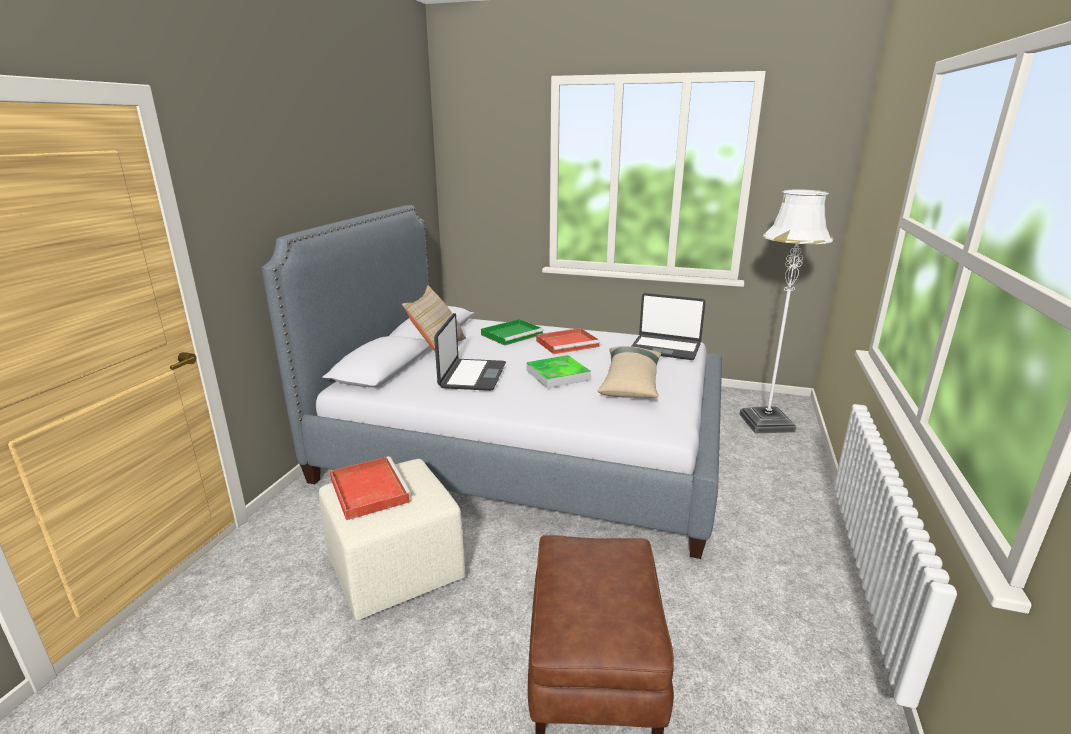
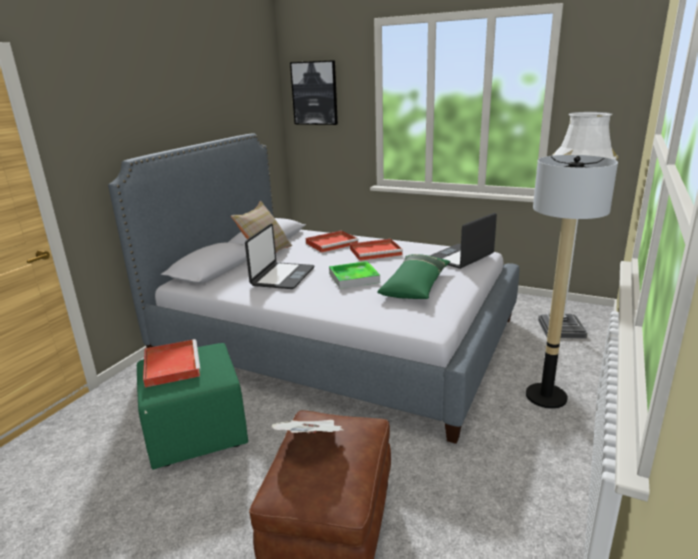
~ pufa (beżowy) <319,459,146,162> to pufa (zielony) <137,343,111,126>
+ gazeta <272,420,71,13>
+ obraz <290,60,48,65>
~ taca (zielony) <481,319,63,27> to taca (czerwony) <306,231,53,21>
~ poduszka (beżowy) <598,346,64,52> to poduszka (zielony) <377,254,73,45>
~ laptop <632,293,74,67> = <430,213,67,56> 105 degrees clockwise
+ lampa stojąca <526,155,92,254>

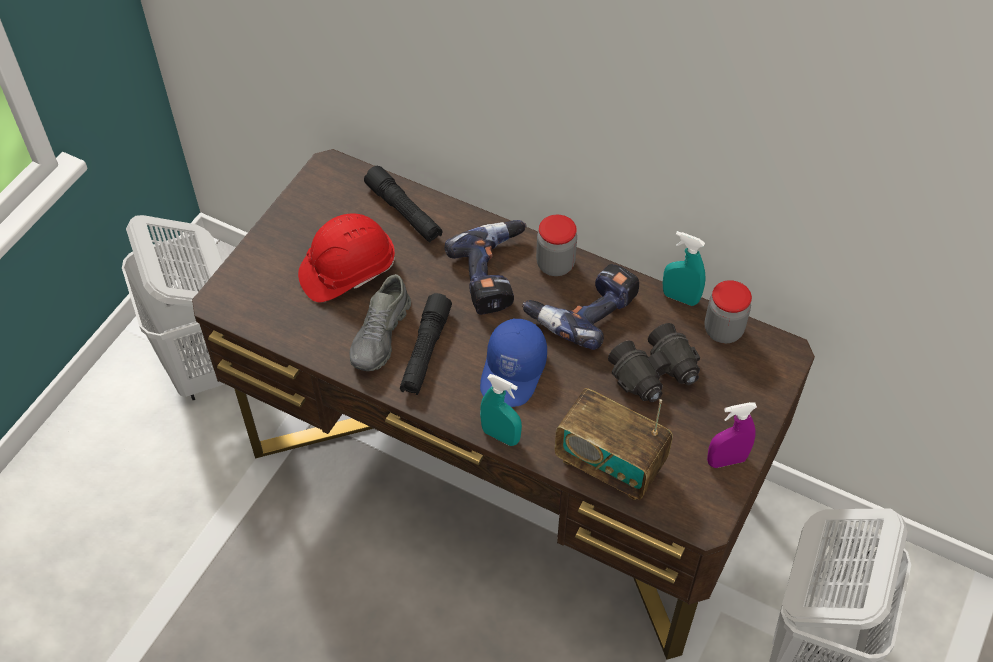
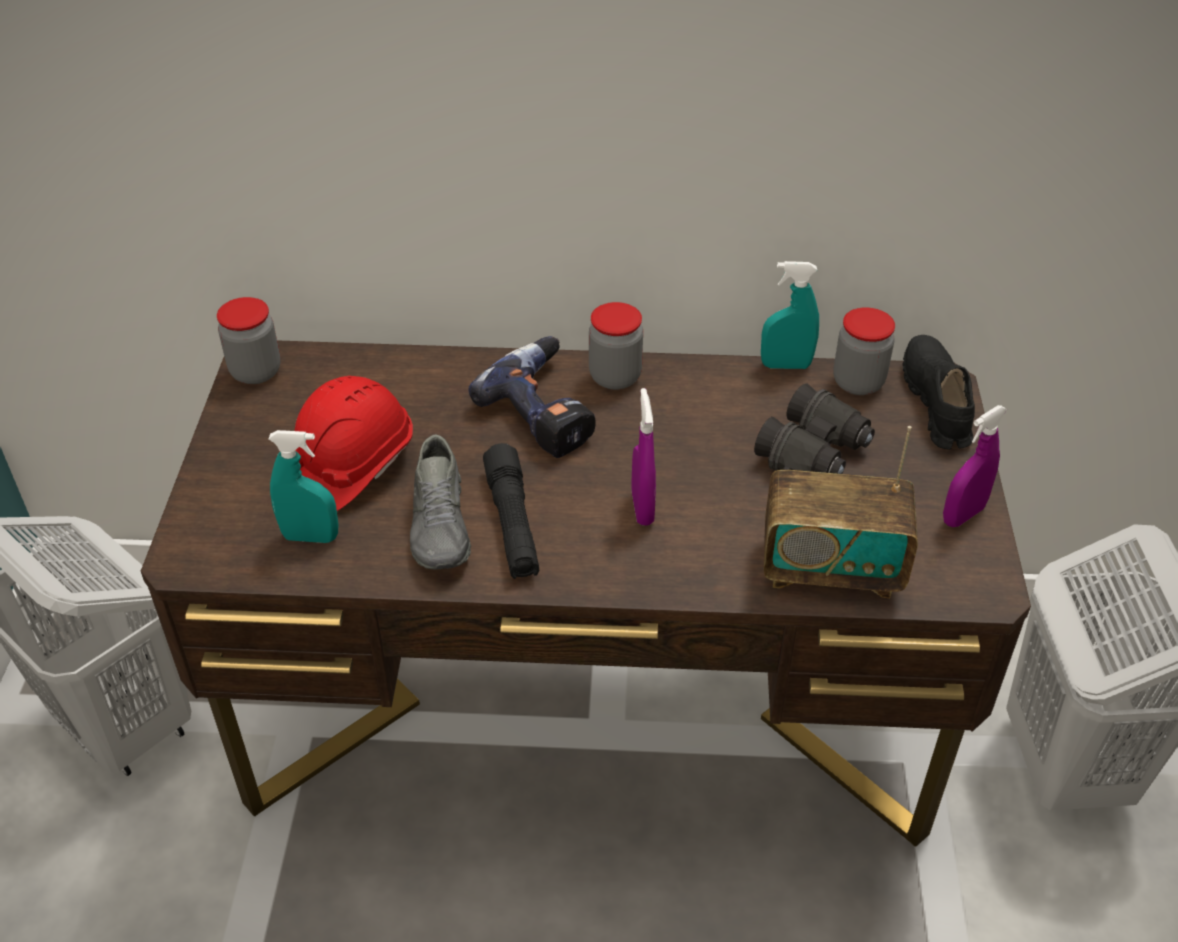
+ słoik <217,297,64,87>
~ spryskiwacz (turkusowy) <480,374,42,72> to <268,430,70,113>
~ czapka z daszkiem (niebieski) <480,318,67,89> to spryskiwacz (fioletowy) <632,388,24,138>
+ but (czarny) <902,335,73,115>
- latarka (czarny) <364,166,79,77>
- wiertarka <522,264,117,86>

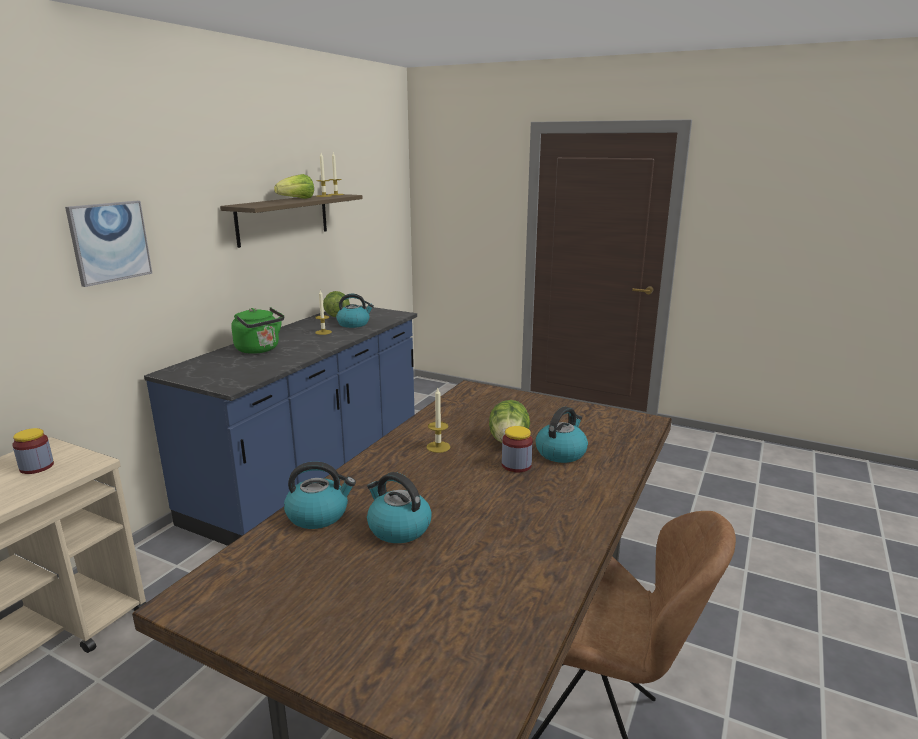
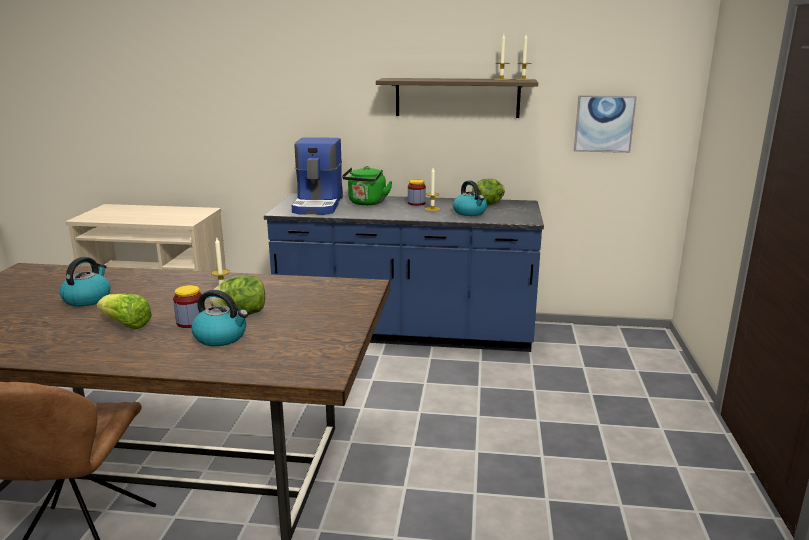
~ sałata <274,174,40,25> to <97,294,55,35>
+ ekspres do kawy <291,137,52,78>
~ słoik <12,428,42,46> to <408,179,18,27>
~ obraz <65,201,87,86> to <574,95,63,58>
- czajnik <284,462,72,67>

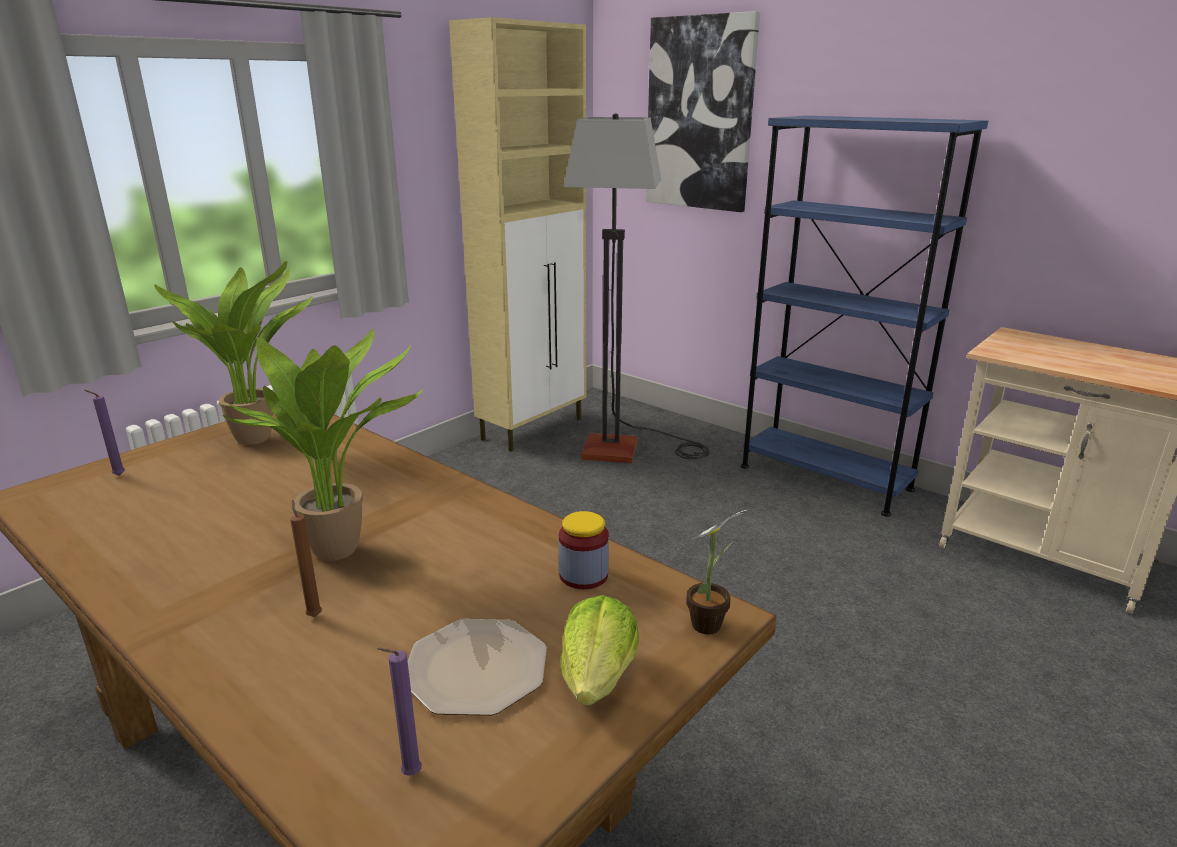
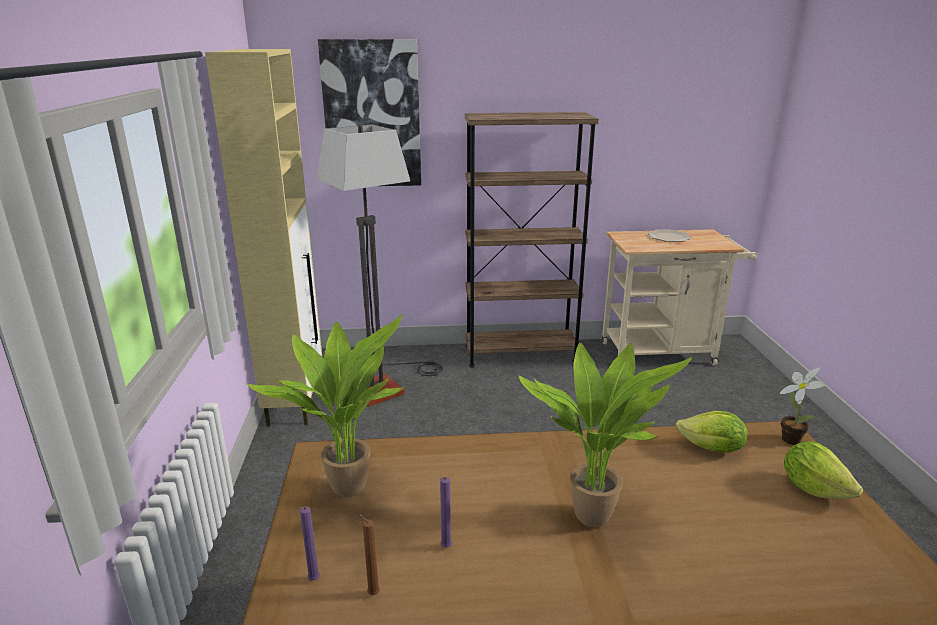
~ świeca (brązowy) <290,500,32,117> to <357,513,23,82>
~ świeca (fioletowy) <377,648,45,128> to <440,477,12,71>
~ regał (niebieski) <741,116,247,401> to regał (brązowy) <465,112,134,255>
~ talerz <408,619,139,97> to <648,230,44,12>
~ słoik <558,511,51,78> to sałata <676,411,72,42>

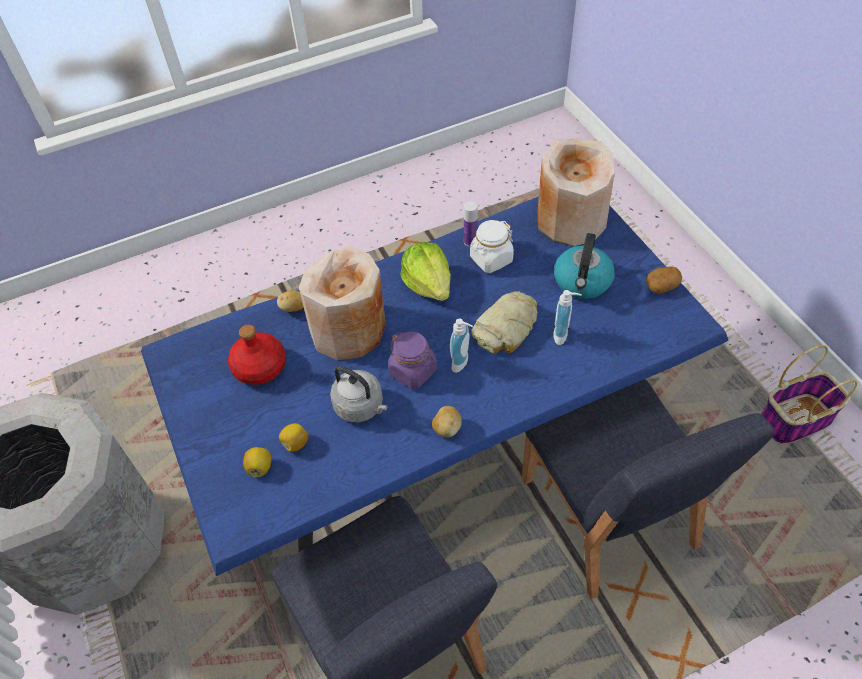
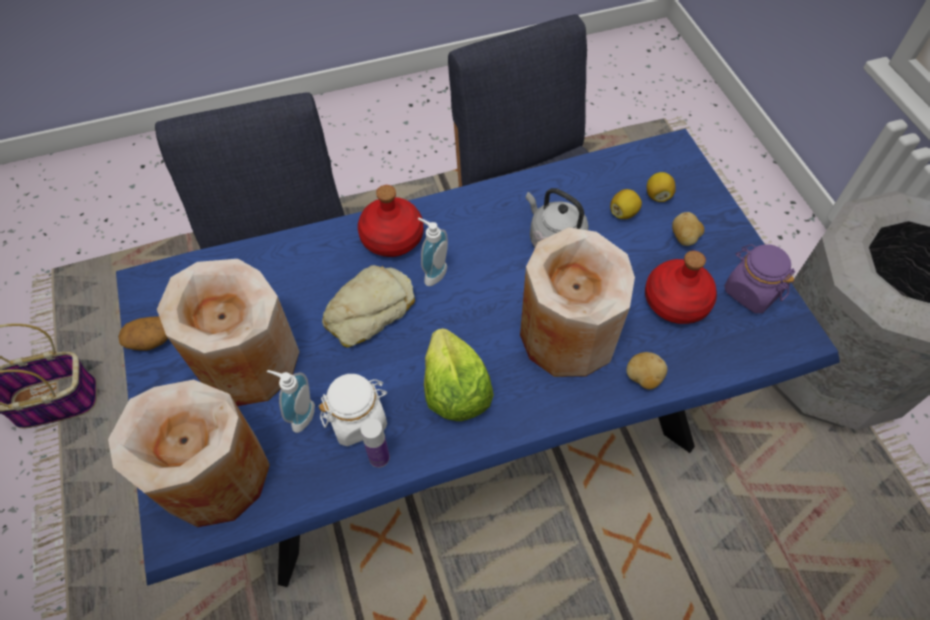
~ czajnik <554,233,61,66> to wazon (beżowy) <157,259,143,147>
~ dozownik mydła <553,290,28,55> to <267,370,48,63>
+ butelka (czerwony) <358,185,65,72>
~ ziemniak <432,406,30,31> to <672,212,32,34>
~ słoik (fioletowy) <388,332,49,57> to <725,244,70,69>

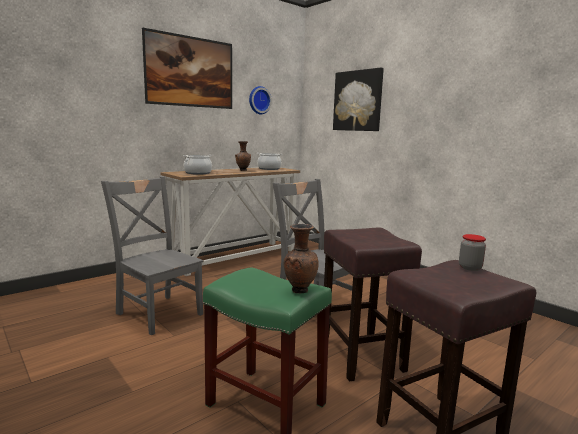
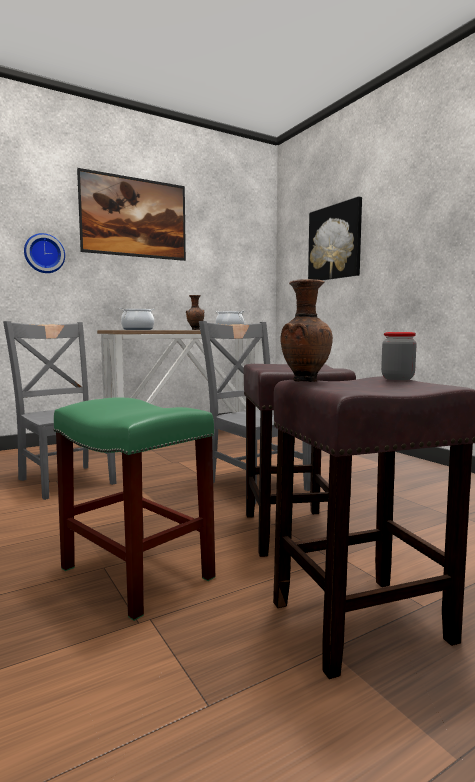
~ zegar ścienny <249,86,23,28> to <24,233,41,40>
~ wazon (brązowy) <284,224,35,69> to <280,279,53,103>

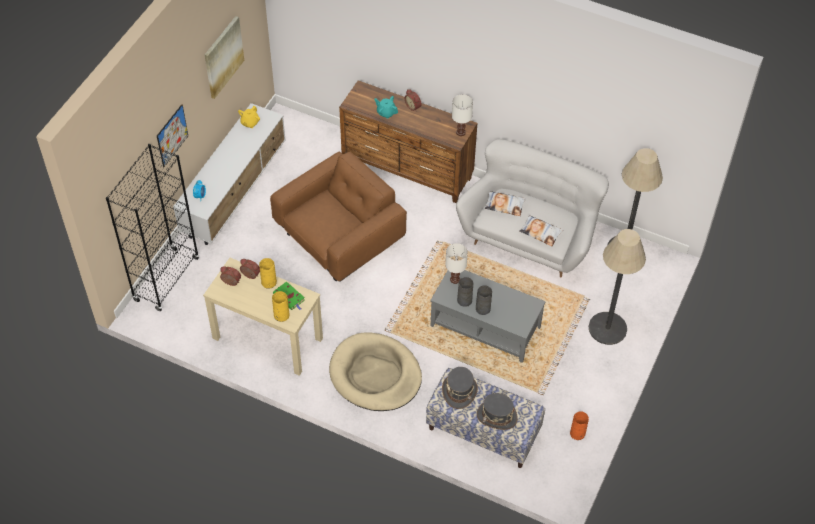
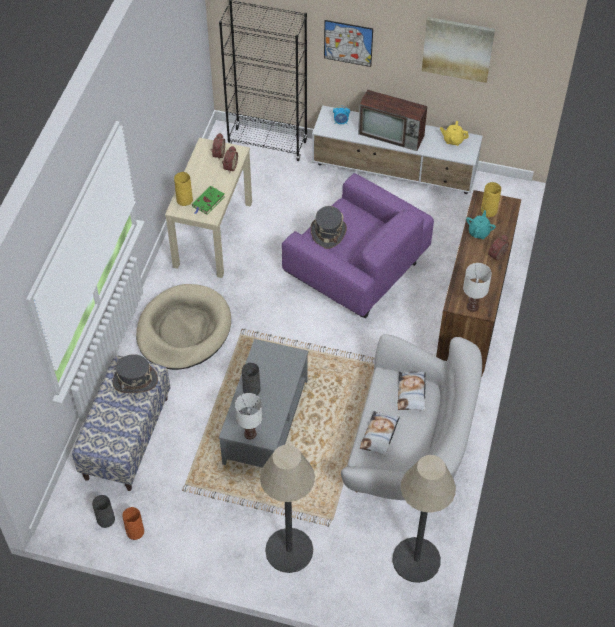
~ wazon (szary) <457,277,16,30> to <92,495,23,33>
~ lampa stołowa (biały) <445,243,23,41> to <235,393,27,46>
~ fotel (brązowy) <270,151,137,131> to fotel (fioletowy) <282,173,152,145>
~ kapelusz (szary) <477,393,41,37> to <310,206,37,43>
+ telewizor <358,89,69,62>
~ wazon (żółty) <259,258,18,31> to <481,182,20,35>

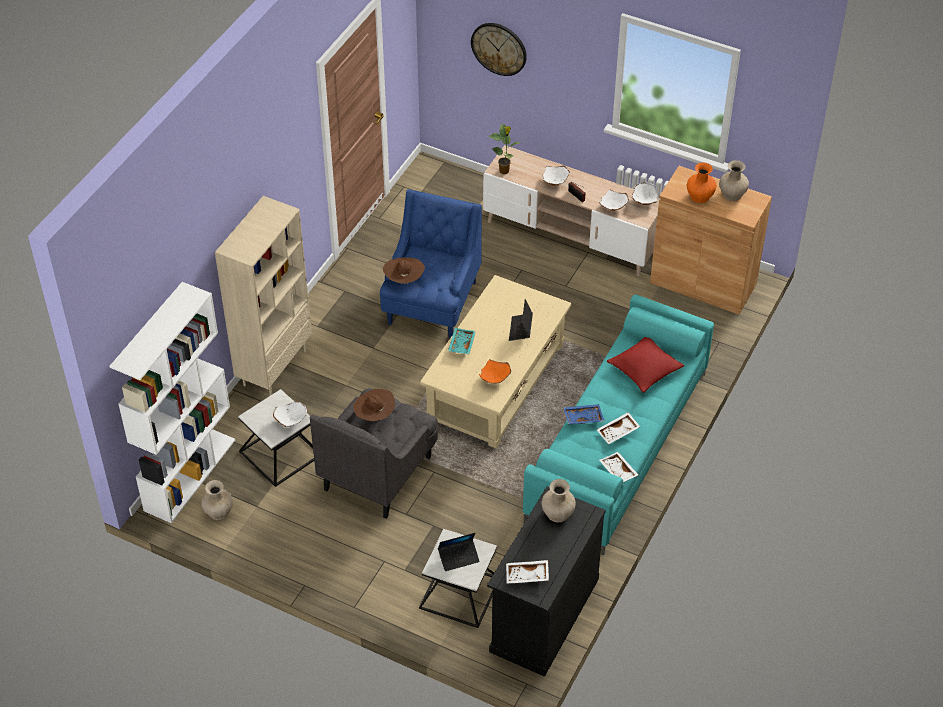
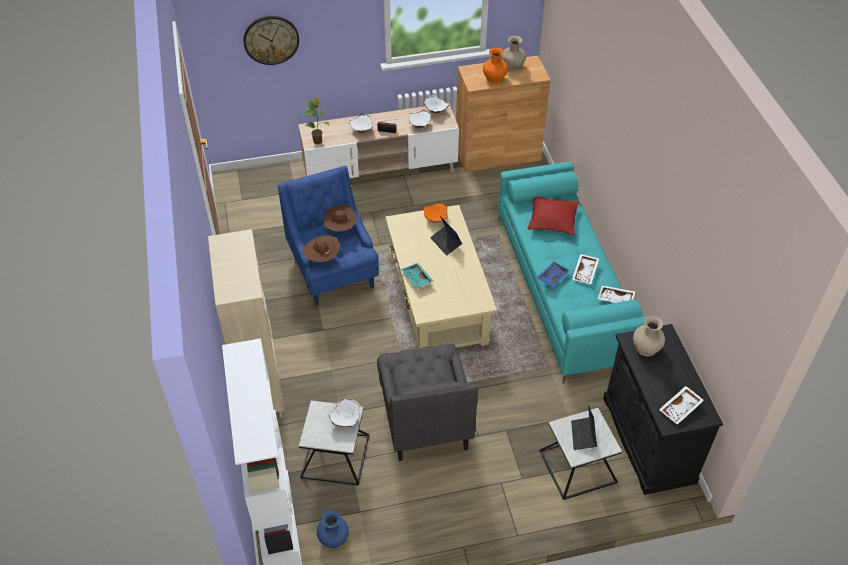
~ wazon (beżowy) <201,480,32,40> to wazon (niebieski) <317,510,32,38>
~ kapelusz (brązowy) <353,389,42,32> to <323,204,33,28>
~ miska (pomarańczowy) <479,359,32,25> to <423,202,24,21>
~ laptop <438,533,42,38> = <571,405,26,45> 150 degrees clockwise

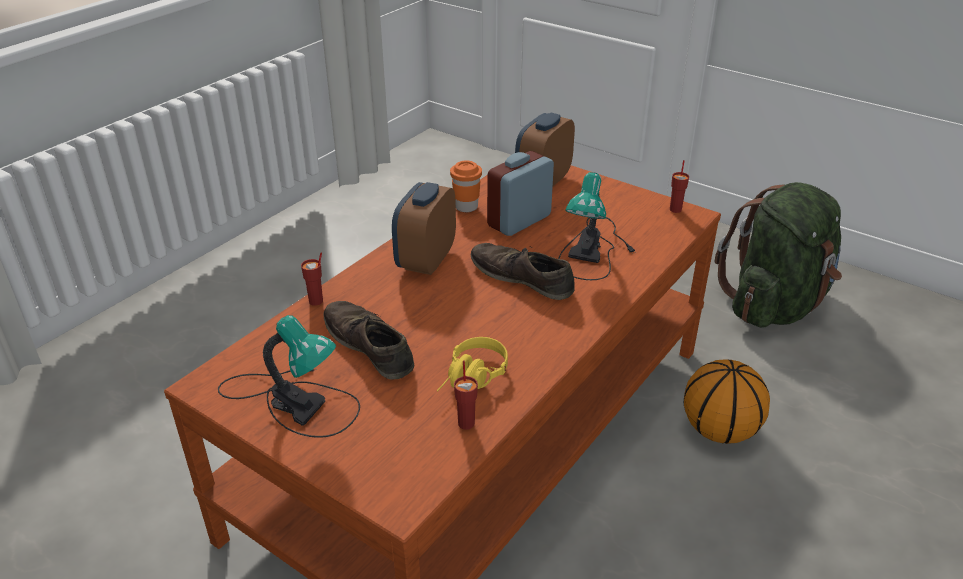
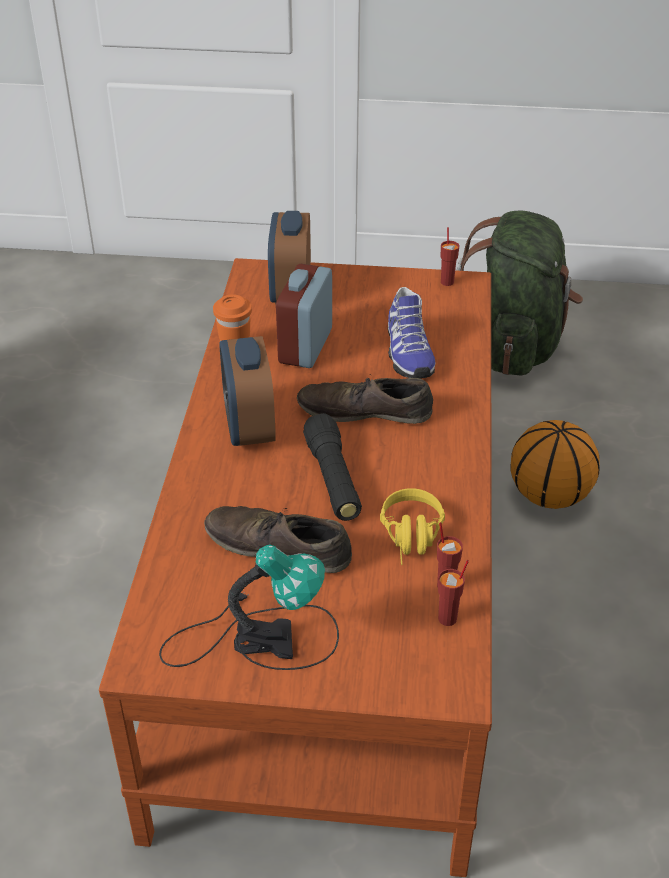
+ latarka (czarny) <303,413,59,108>
~ lampa stołowa <558,172,78,108> to but <388,287,47,92>
~ filiżanka (czerwony) <301,253,22,53> to <438,560,31,66>

